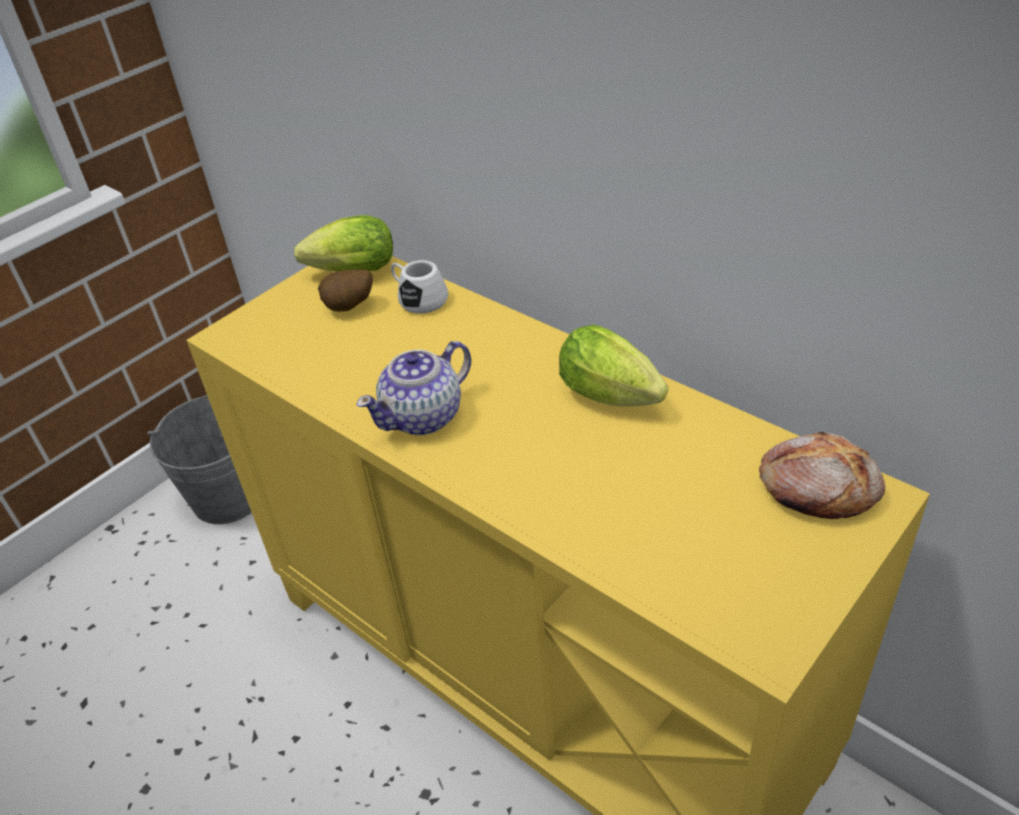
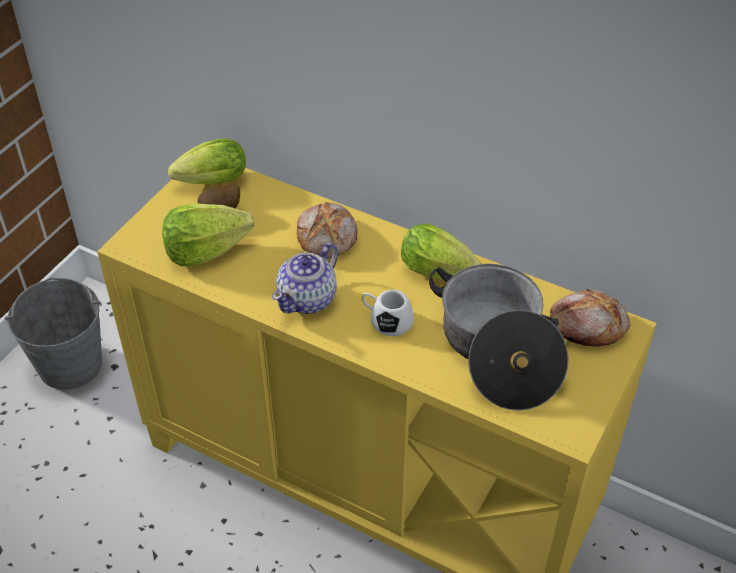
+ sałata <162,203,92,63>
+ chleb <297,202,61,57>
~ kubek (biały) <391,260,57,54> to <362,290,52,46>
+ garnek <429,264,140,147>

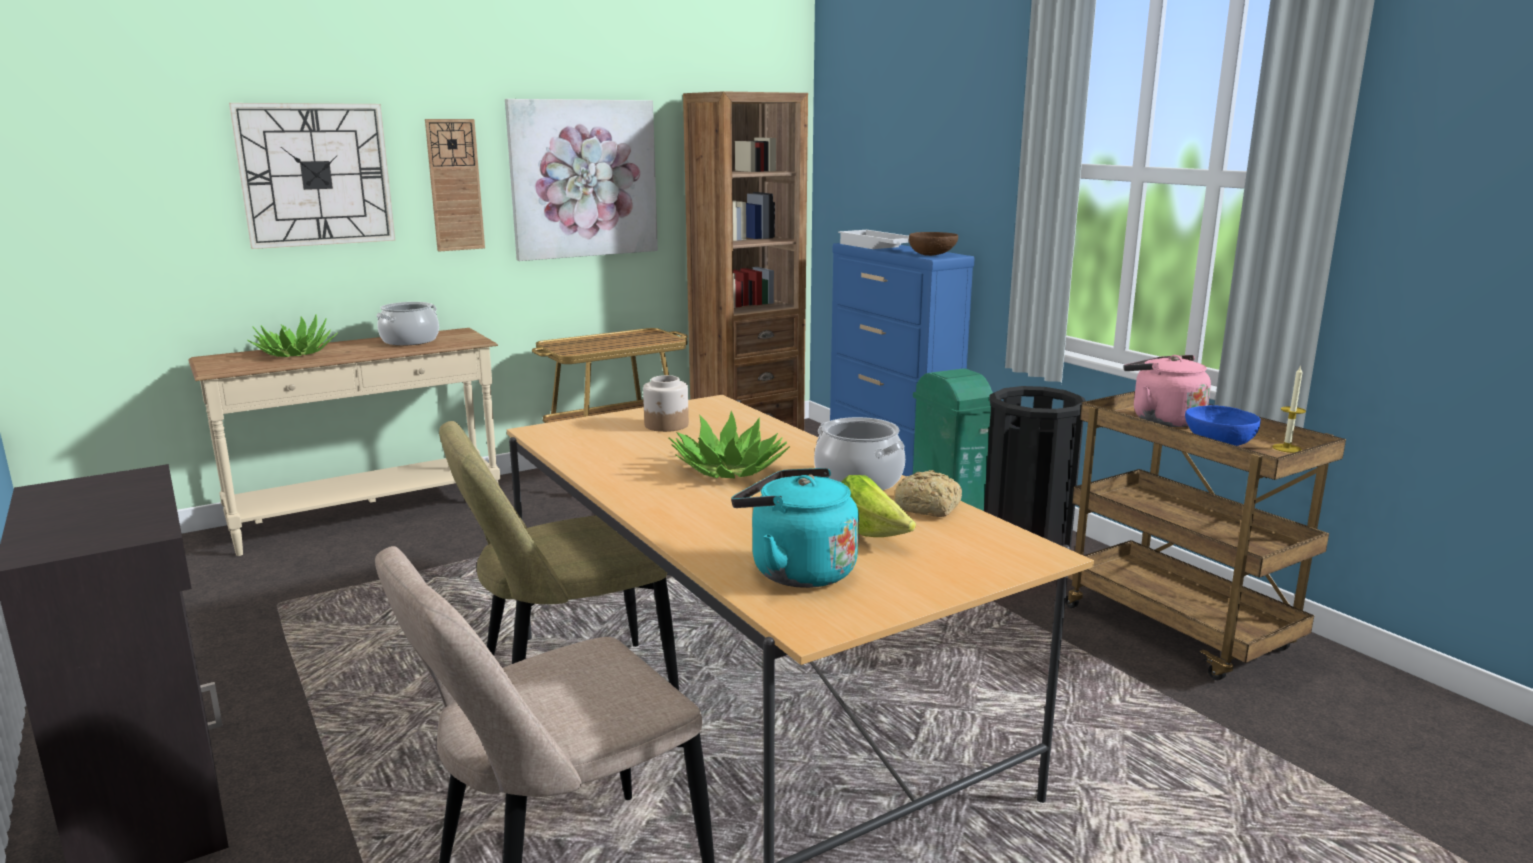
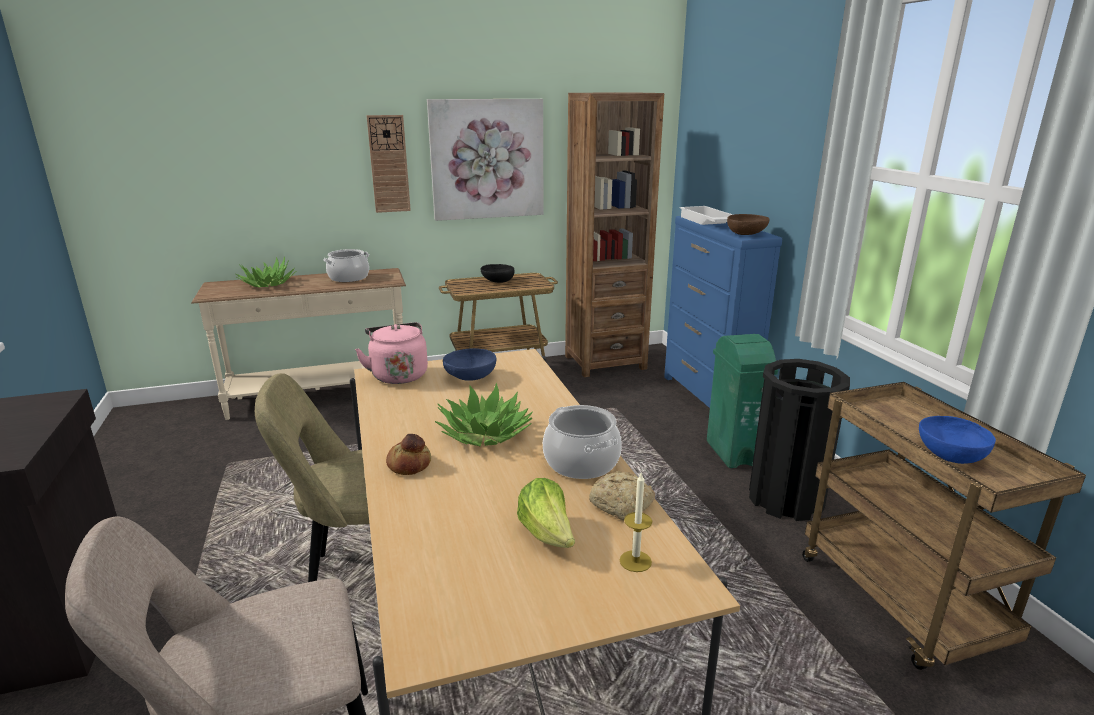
~ czajnik (różowy) <1124,355,87,72> to <355,322,73,62>
+ chleb <386,434,45,41>
~ słoik <643,375,46,57> to miska (niebieski) <443,348,53,33>
+ miska (czarny) <481,264,33,19>
~ świeca <1273,365,33,88> to <620,473,32,99>
- zegar ścienny <229,103,166,146>
- czajnik (turkusowy) <731,468,128,120>

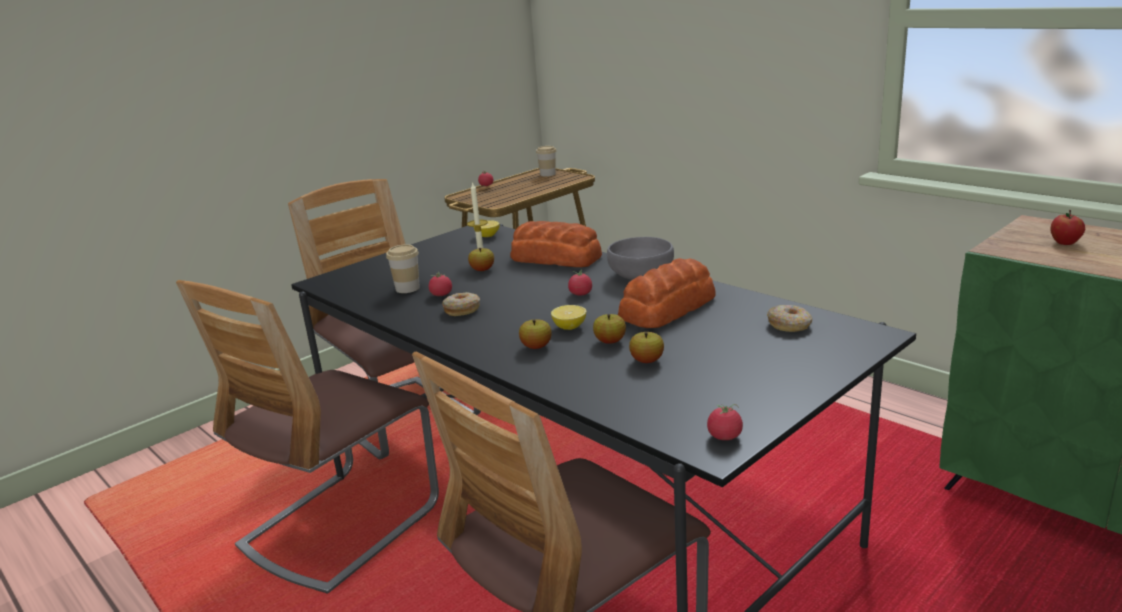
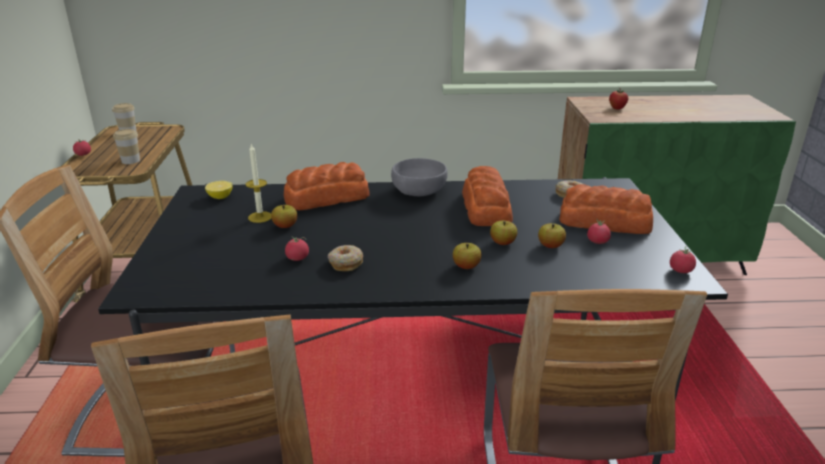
~ filiżanka <386,244,34,49> to <113,129,27,35>
+ chleb <559,184,94,50>
~ pomidor <568,269,24,27> to <587,220,24,24>
- cytryna <551,305,35,25>

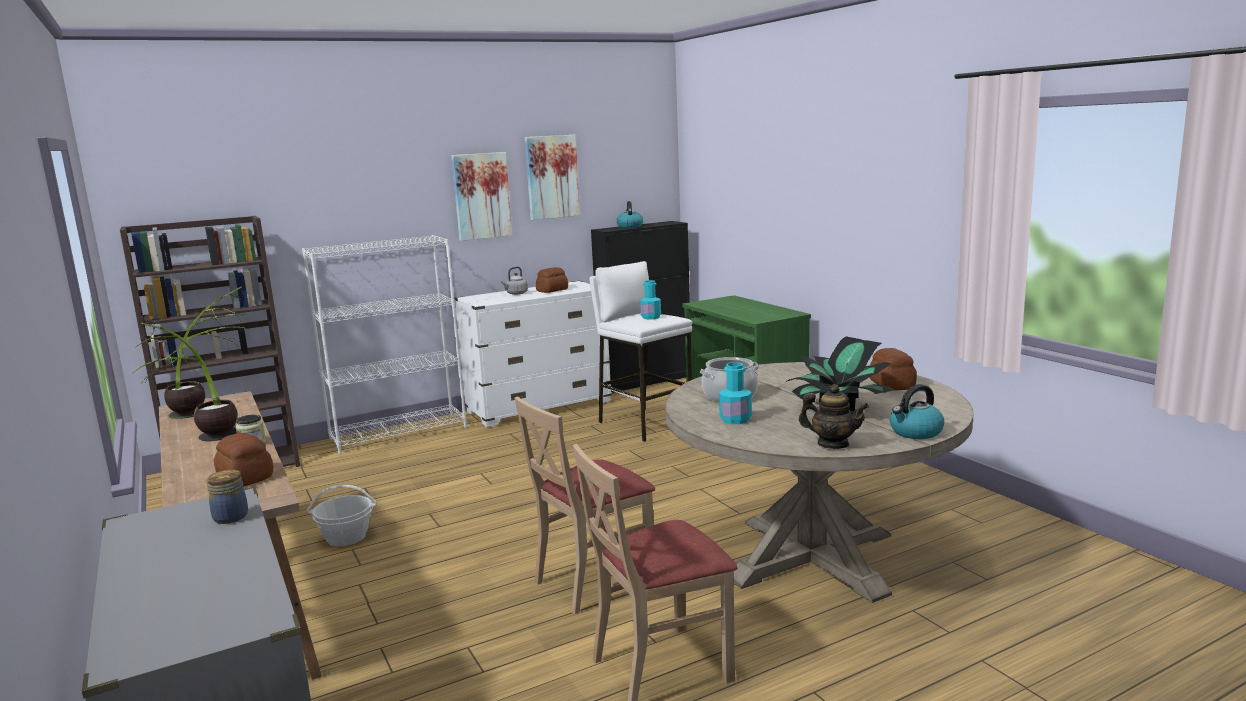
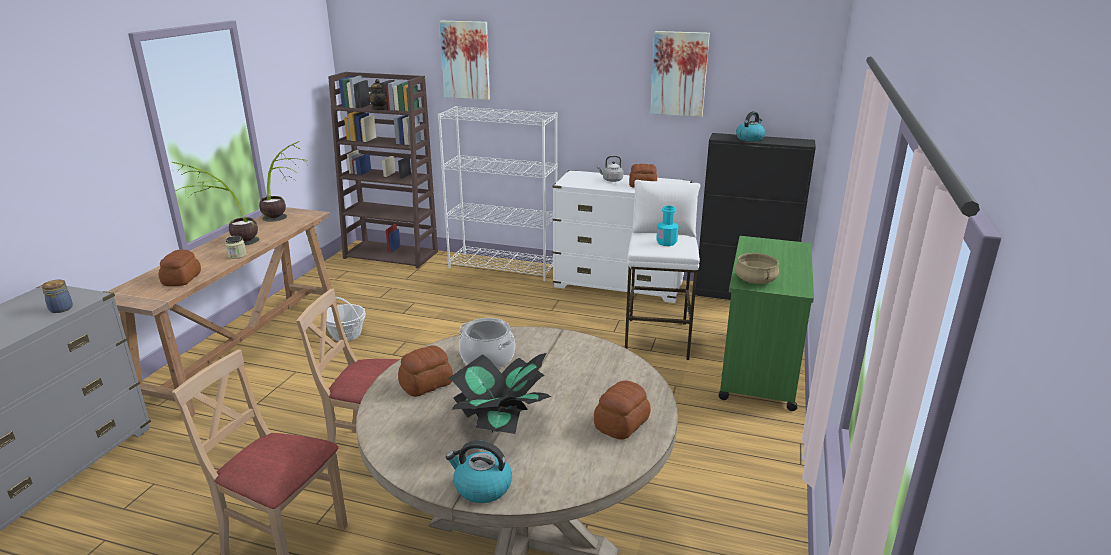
~ imbryk <799,384,70,65> to <367,79,21,31>
~ butelka (turkusowy) <719,362,33,62> to chleb <398,345,55,52>
~ obraz <451,152,61,89> to <440,21,50,79>
+ garnek (beżowy) <735,253,44,31>

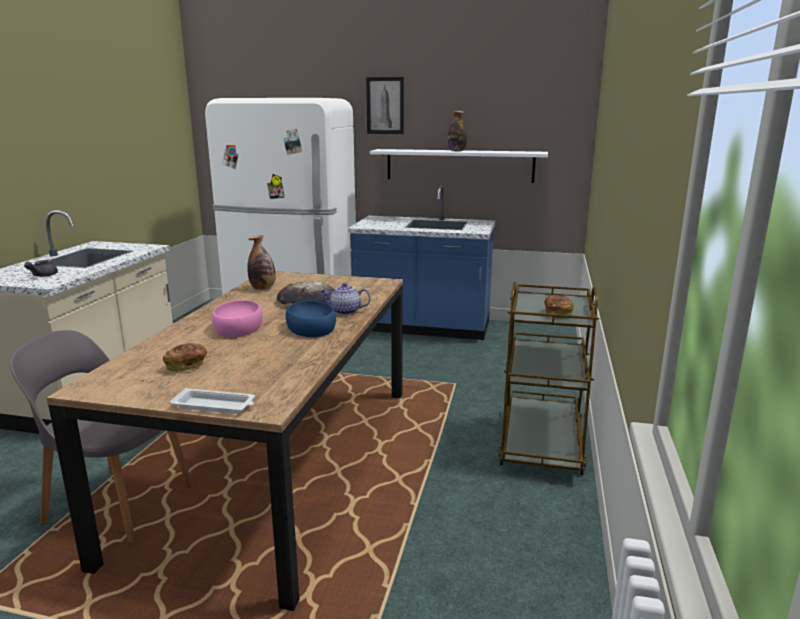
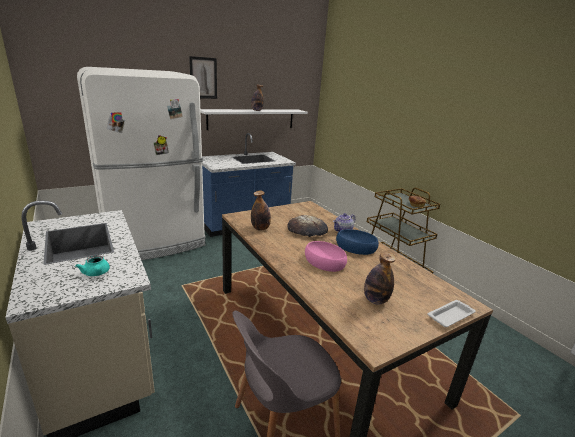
~ imbryk (szary) <24,260,34,17> to imbryk (turkusowy) <76,255,34,21>
~ chleb <163,343,44,29> to butelka <364,252,32,53>

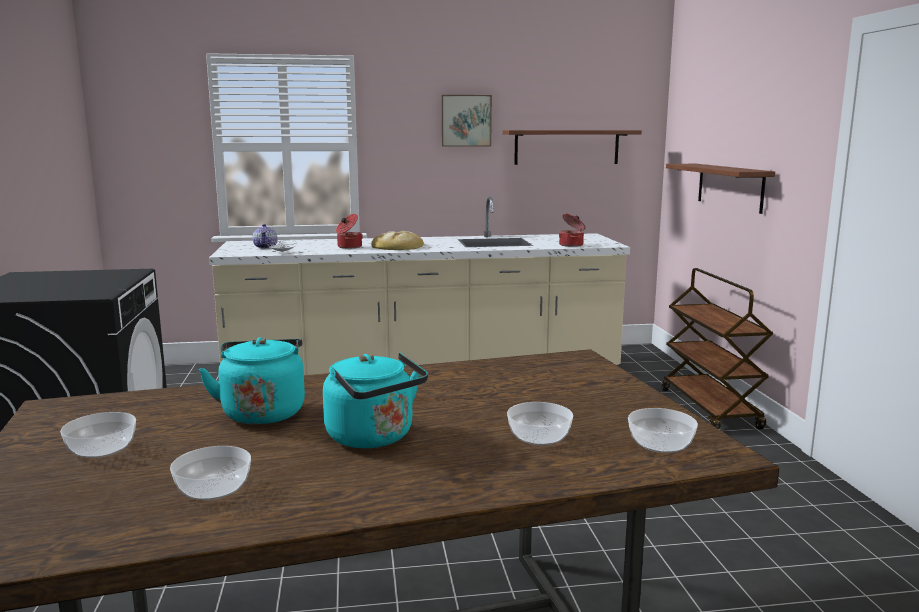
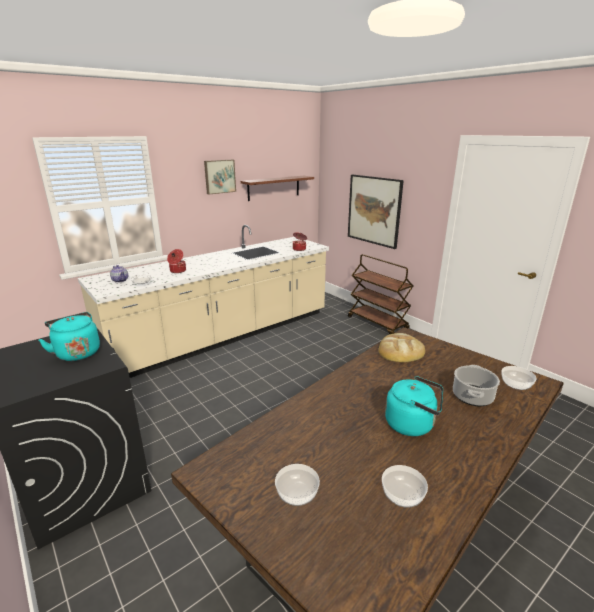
~ czajnik (turkusowy) <199,337,106,88> to <39,312,61,49>
~ półka <666,164,109,50> to obraz <348,175,56,74>
~ chleb <371,231,53,19> to <378,333,47,29>
~ miska <507,402,66,44> to garnek <453,365,47,41>

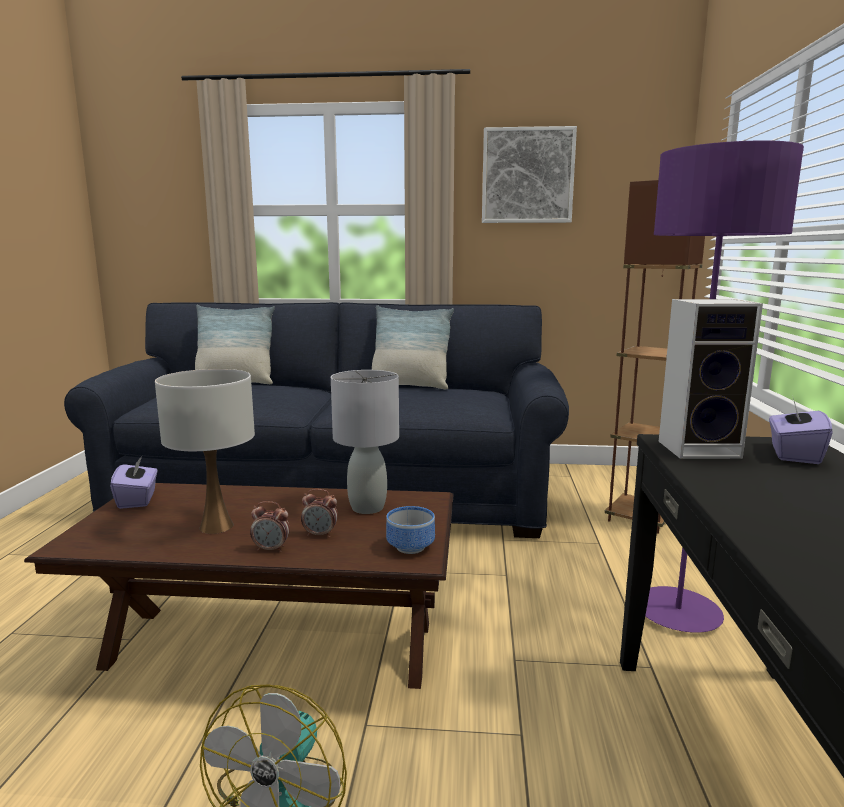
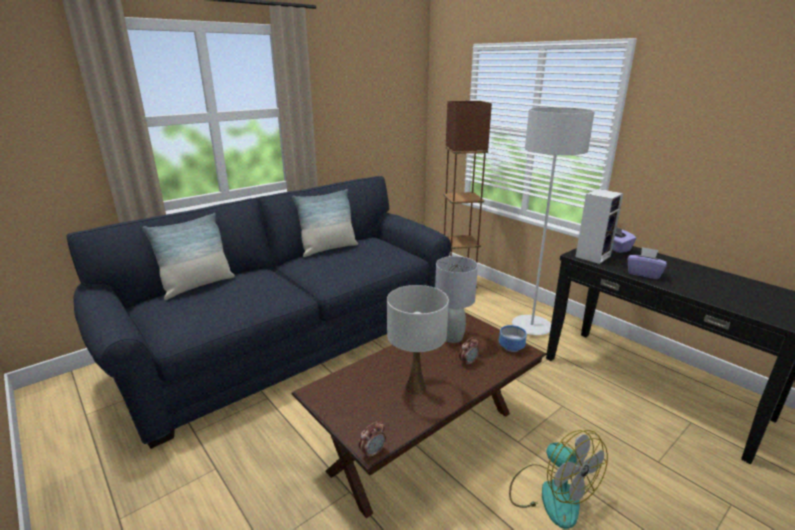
~ budzik <250,501,40,51> to <359,421,27,38>
~ lampa stojąca (fioletowy) <645,141,159,492> to lampa stojąca (szary) <512,107,83,228>
~ pudełko chusteczek (fioletowy) <110,456,48,53> to <628,247,39,32>
- obraz <482,126,95,97>

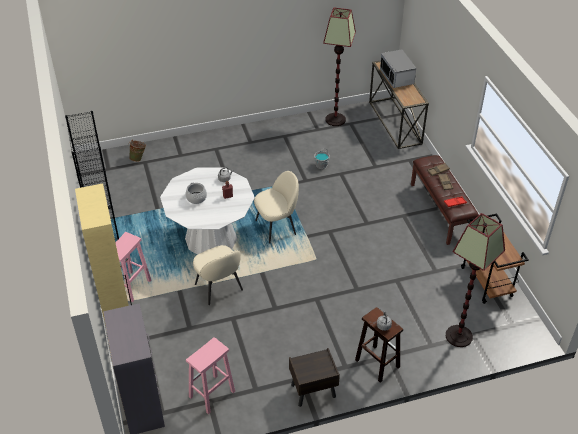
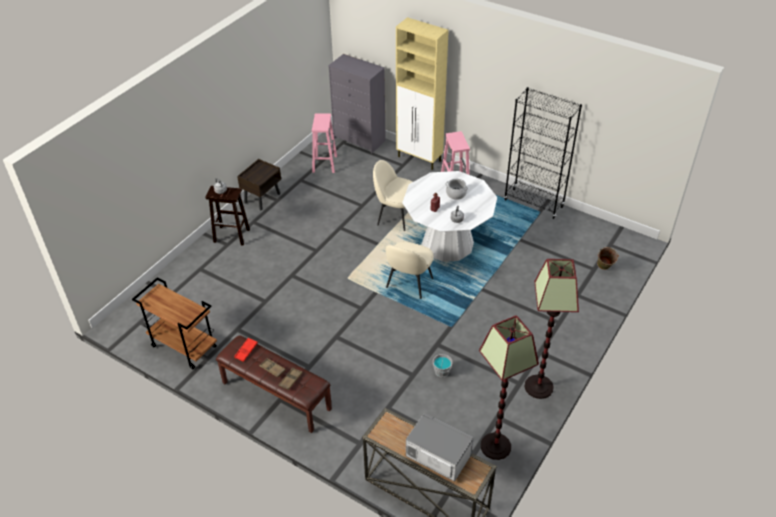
~ lampa stojąca <446,213,59,134> to <524,259,55,140>

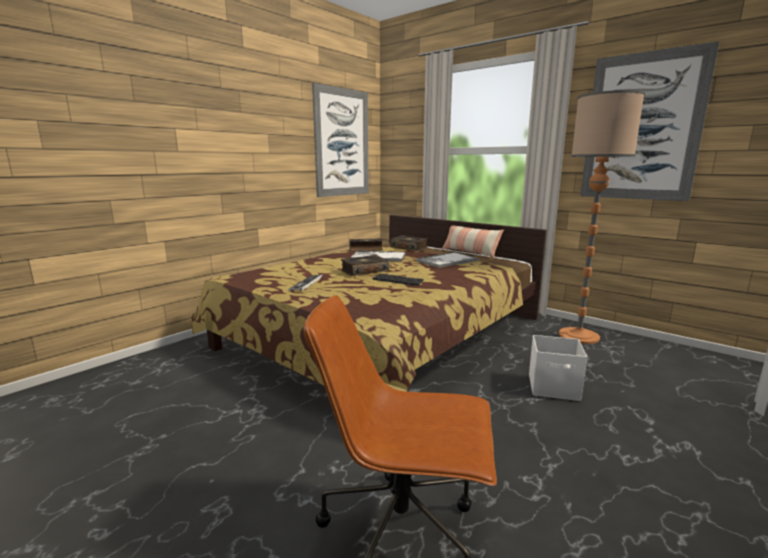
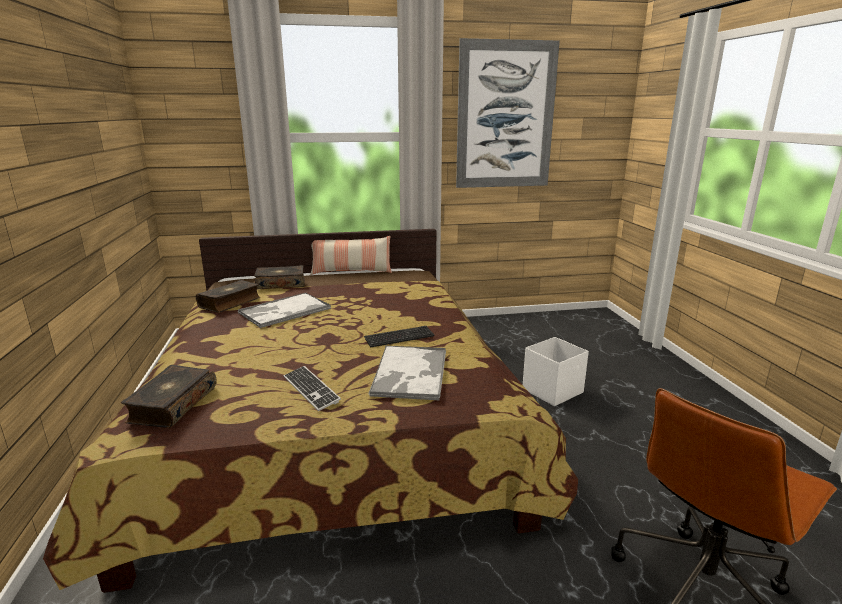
~ książka <341,255,48,21> to <121,365,96,63>
~ taca <416,252,63,16> to <368,346,78,55>
- obraz <312,83,57,114>
- lampa stojąca <559,90,86,254>

